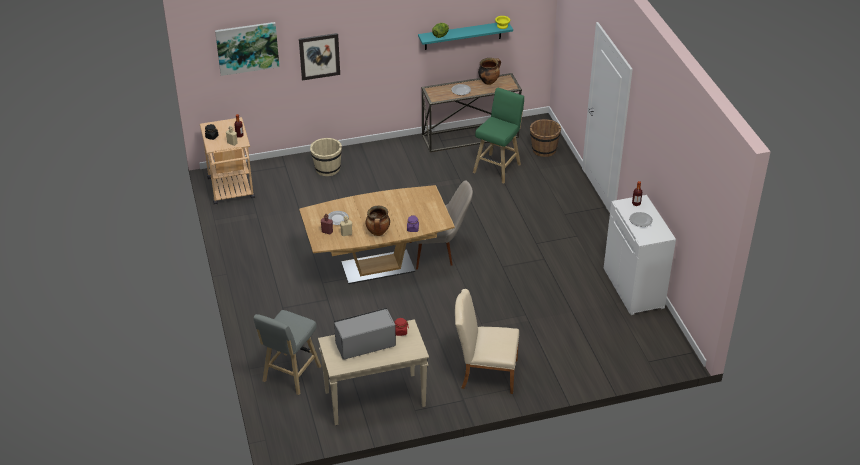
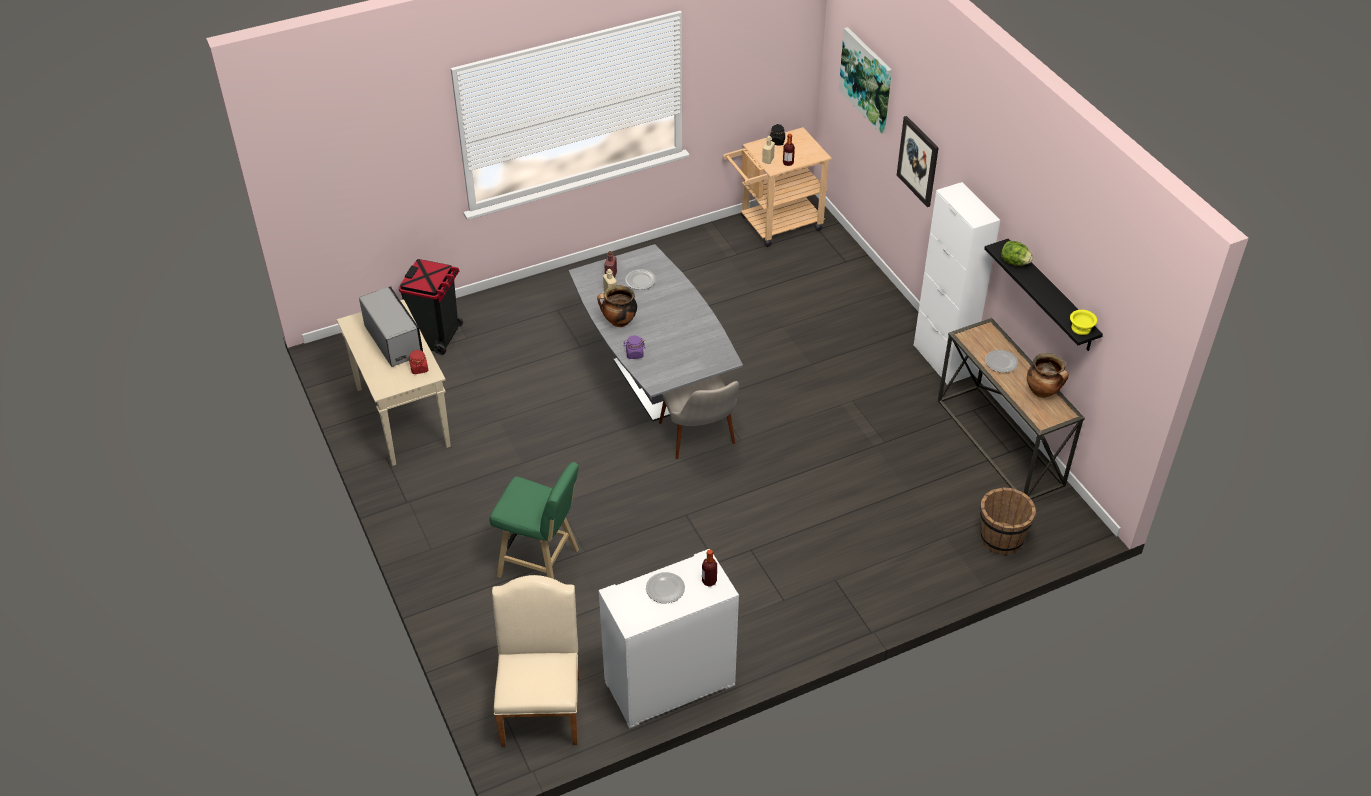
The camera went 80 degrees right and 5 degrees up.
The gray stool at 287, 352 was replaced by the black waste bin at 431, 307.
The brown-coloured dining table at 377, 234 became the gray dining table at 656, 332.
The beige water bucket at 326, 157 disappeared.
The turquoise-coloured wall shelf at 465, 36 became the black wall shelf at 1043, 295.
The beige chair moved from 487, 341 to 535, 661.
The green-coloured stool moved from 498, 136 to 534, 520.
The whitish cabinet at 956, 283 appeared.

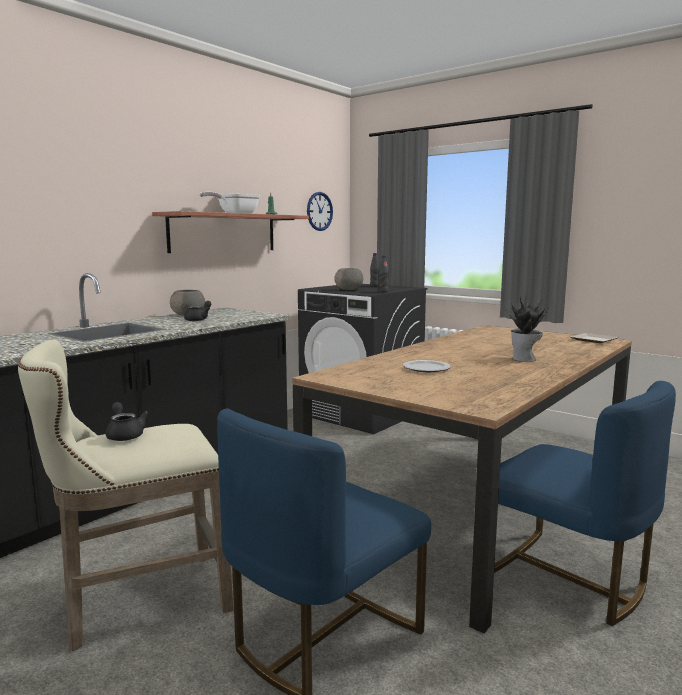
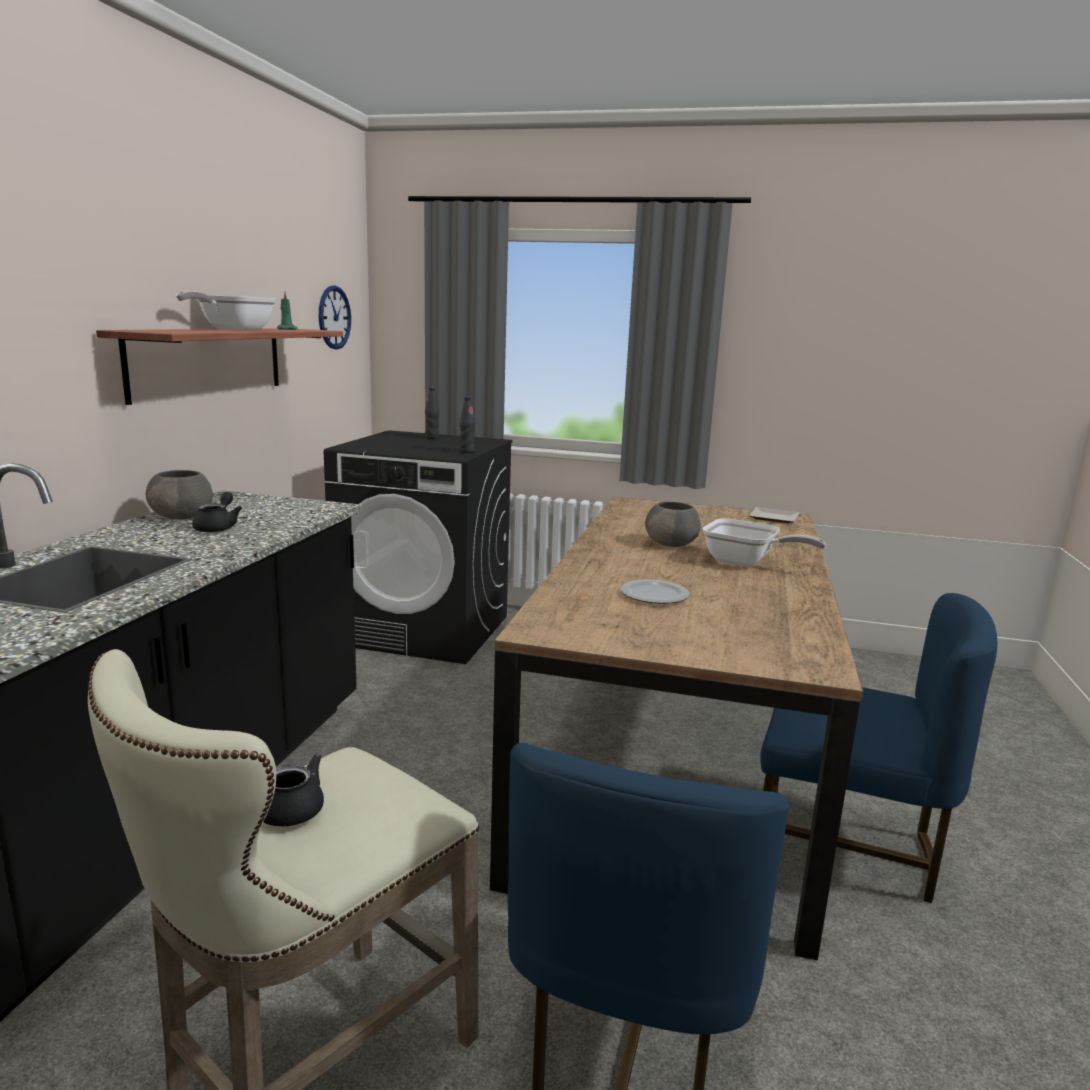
The camera went 25 degrees left and 5 degrees up.
The gray serving bowl moved from 348, 279 to 673, 524.
The plant in a pot at 527, 329 was replaced by the pan at 764, 542.

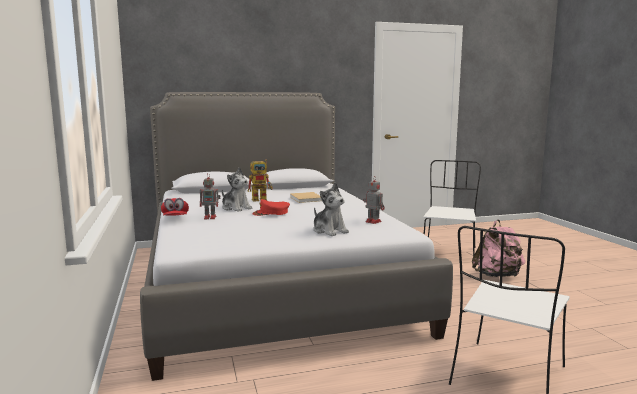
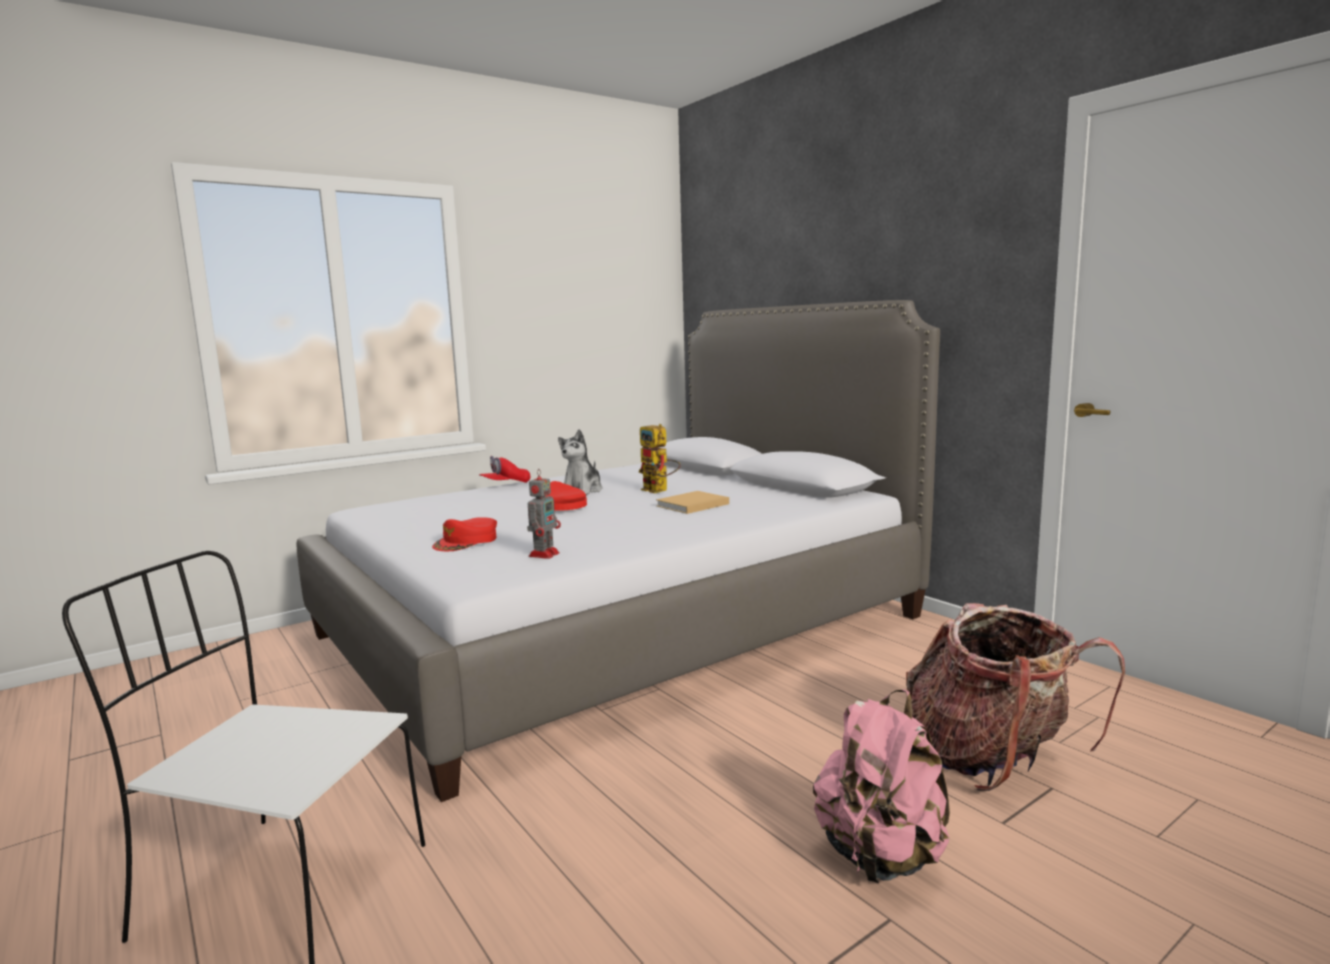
The camera went 70 degrees right and 0 degrees up.
The robot figure at 210, 196 disappeared.
The soft toy at 331, 209 was replaced by the red-coloured baseball cap at 464, 534.
The whitish chair at 452, 208 was replaced by the knapsack at 1015, 697.

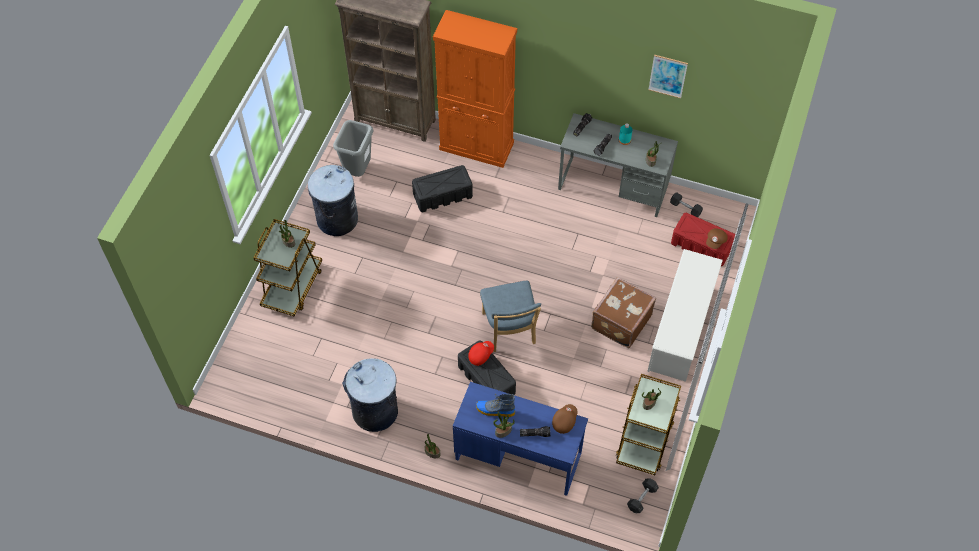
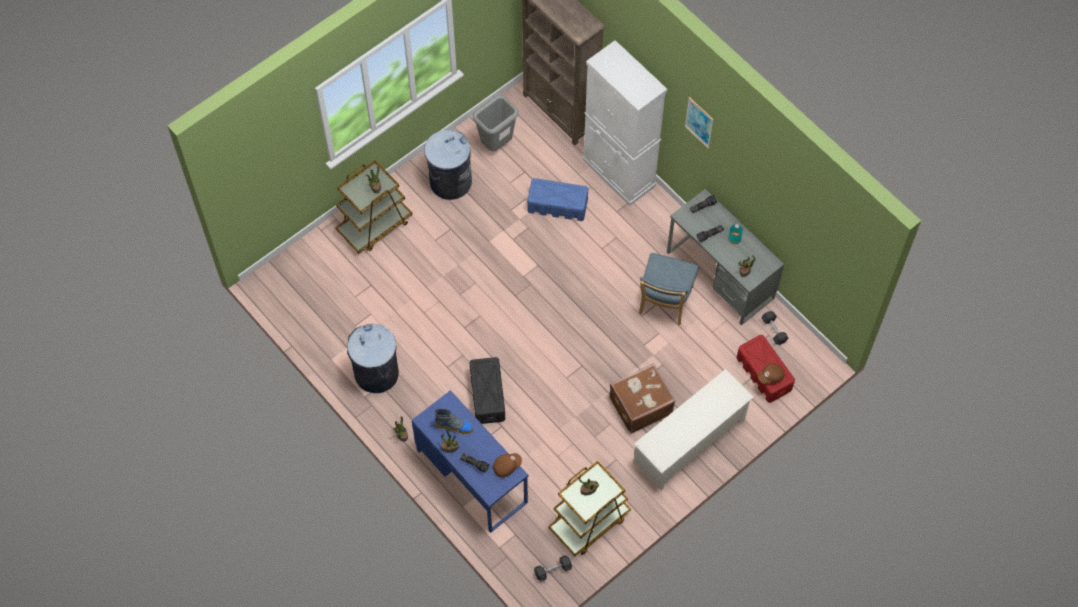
The camera went 30 degrees right and 5 degrees up.
The black storage box at 442, 188 became the blue storage box at 557, 199.
The orange cabinet at 475, 89 became the whitish cabinet at 624, 123.
The red-coloured baseball cap at 481, 353 disappeared.
The tall boot at 495, 405 turned 150 degrees clockwise.
The blue chair moved from 510, 316 to 669, 289.
The picture moved from 668, 77 to 699, 122.

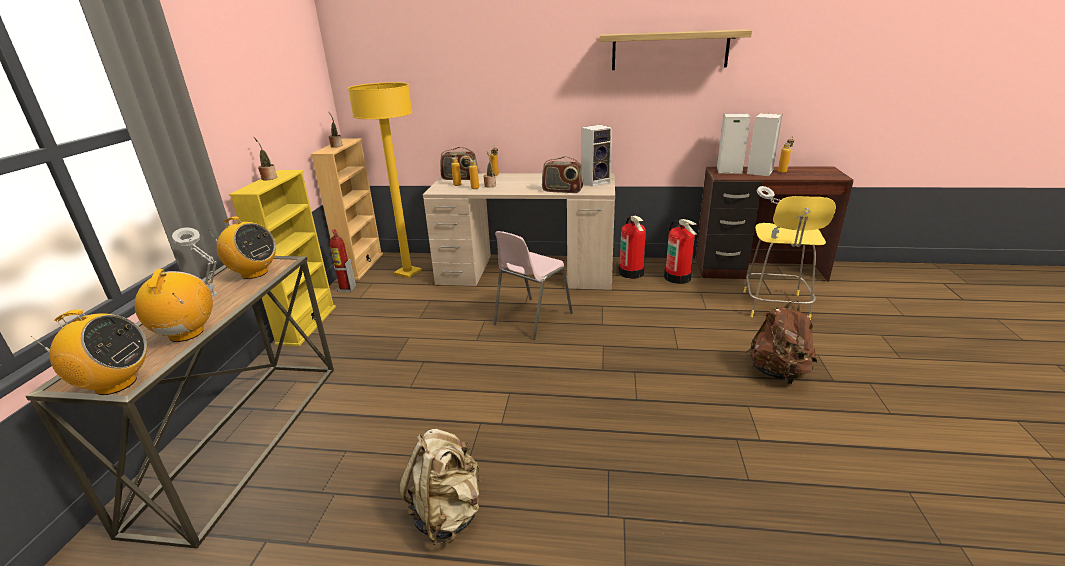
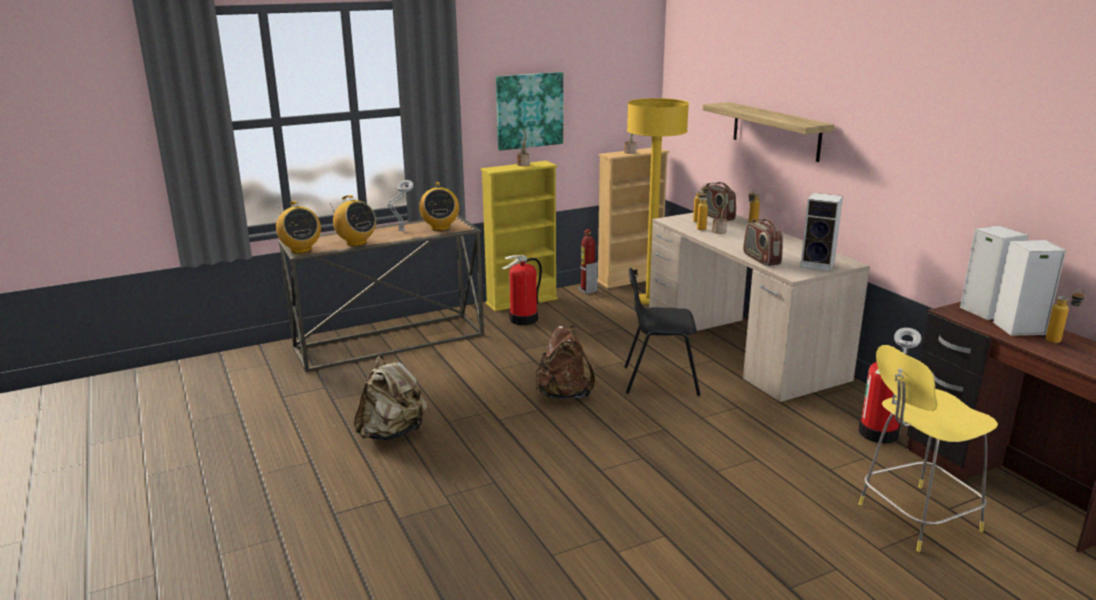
The camera went 55 degrees right and 5 degrees down.
The radio set at 173, 305 turned 90 degrees clockwise.
The pink-coloured chair at 533, 285 became the black chair at 662, 332.
The wall shelf moved from 676, 49 to 769, 132.
The fire extinguisher moved from 632, 247 to 521, 290.
The brown-coloured knapsack moved from 781, 342 to 565, 362.
The picture at 529, 111 appeared.

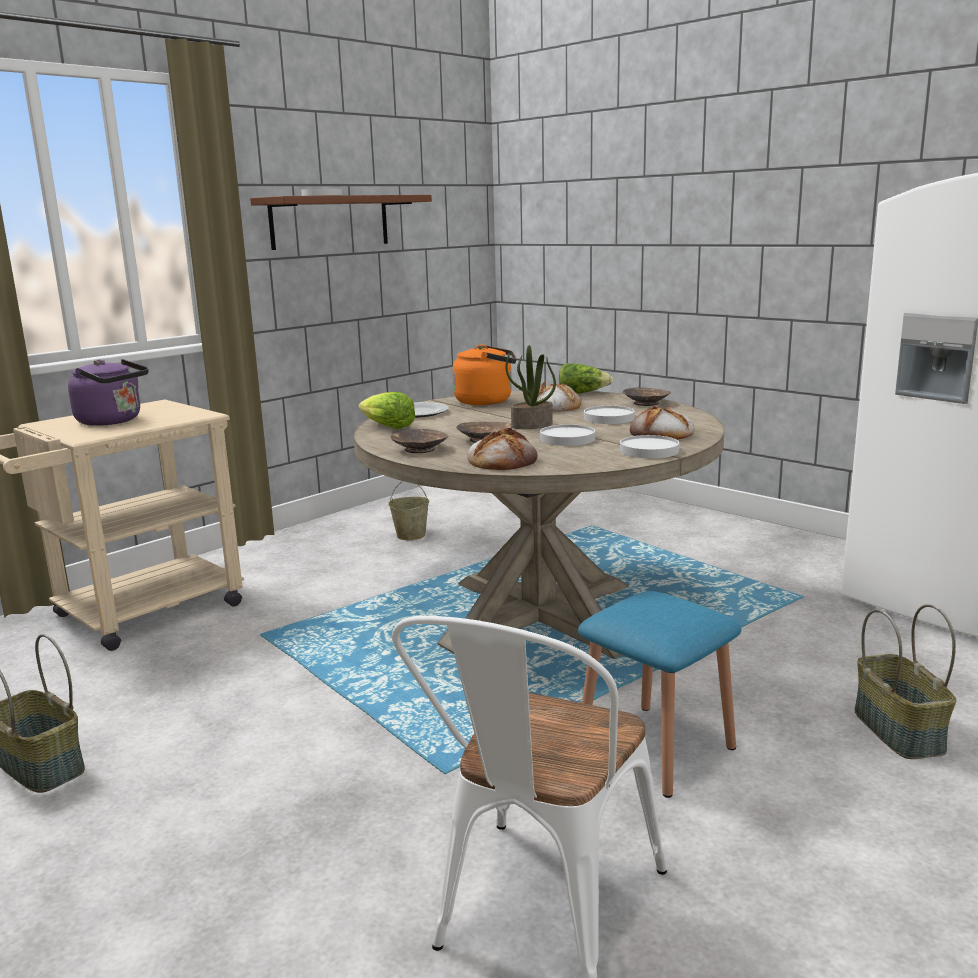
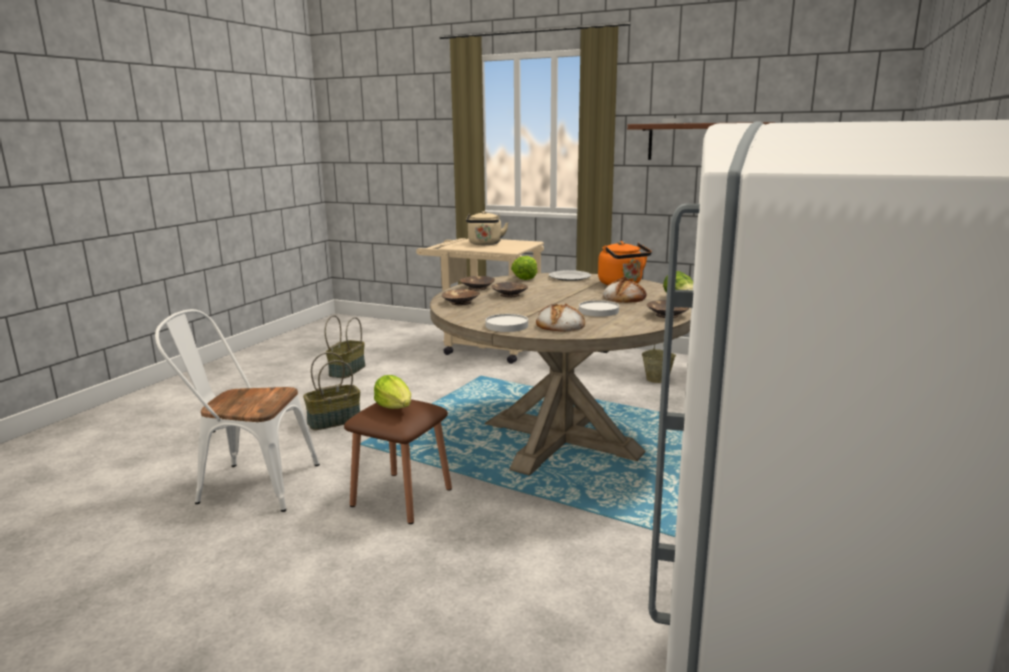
The camera went 70 degrees right and 0 degrees up.
The purple-coloured water kettle at 108, 392 became the beige water kettle at 487, 228.
The bread at 502, 449 was replaced by the brown-coloured serving bowl at 461, 297.
The plant in a pot at 530, 387 disappeared.
The whitish dinner plate at 567, 435 disappeared.
The blue stool at 660, 694 became the brown-coloured stool at 398, 461.
The basket moved from 905, 681 to 331, 391.
The lettuce at 392, 392 appeared.

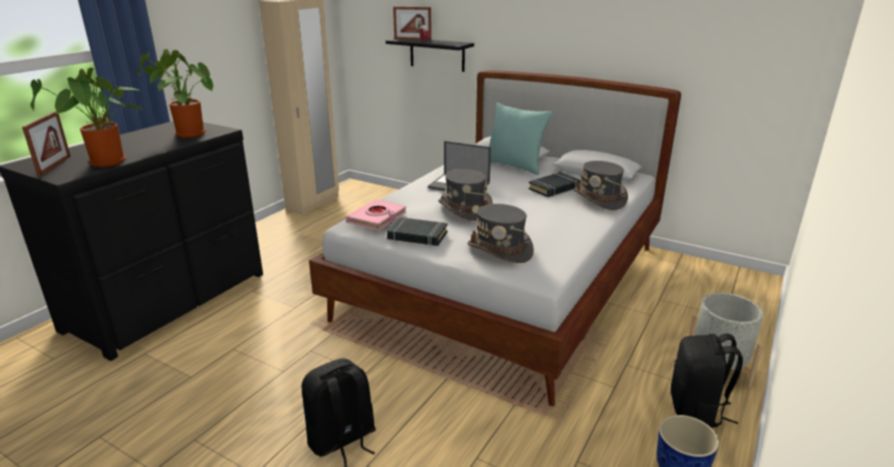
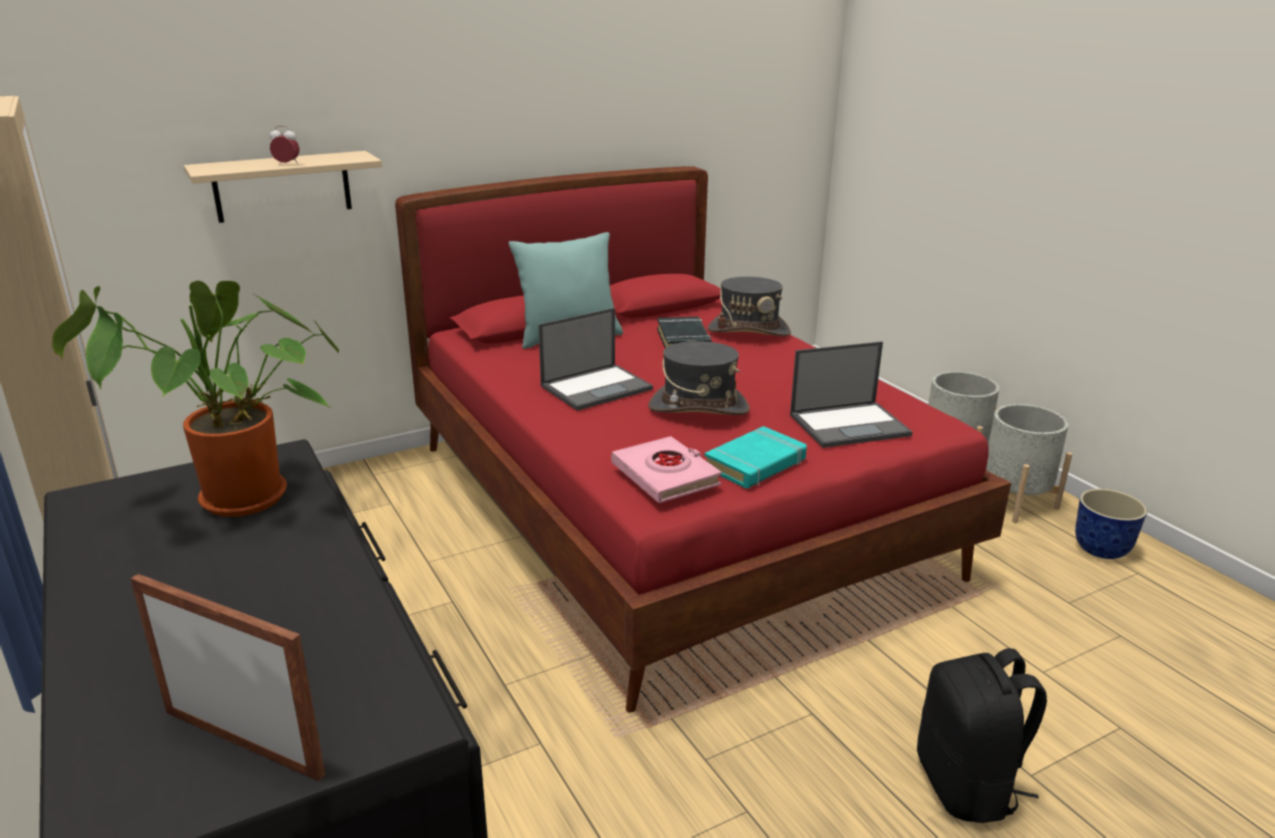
The camera went 60 degrees left and 0 degrees up.
The plant in a pot at 87, 117 disappeared.
The whitish bed at 495, 238 became the red-coloured bed at 703, 439.
The black wall shelf at 430, 55 became the beige wall shelf at 283, 187.
The black volume at 417, 231 became the turquoise-coloured volume at 755, 457.
The standing frame at 412, 23 disappeared.
The gray hat at 500, 233 was replaced by the notebook computer at 851, 394.
The black knapsack at 707, 380 was replaced by the gray planter at 1029, 463.

